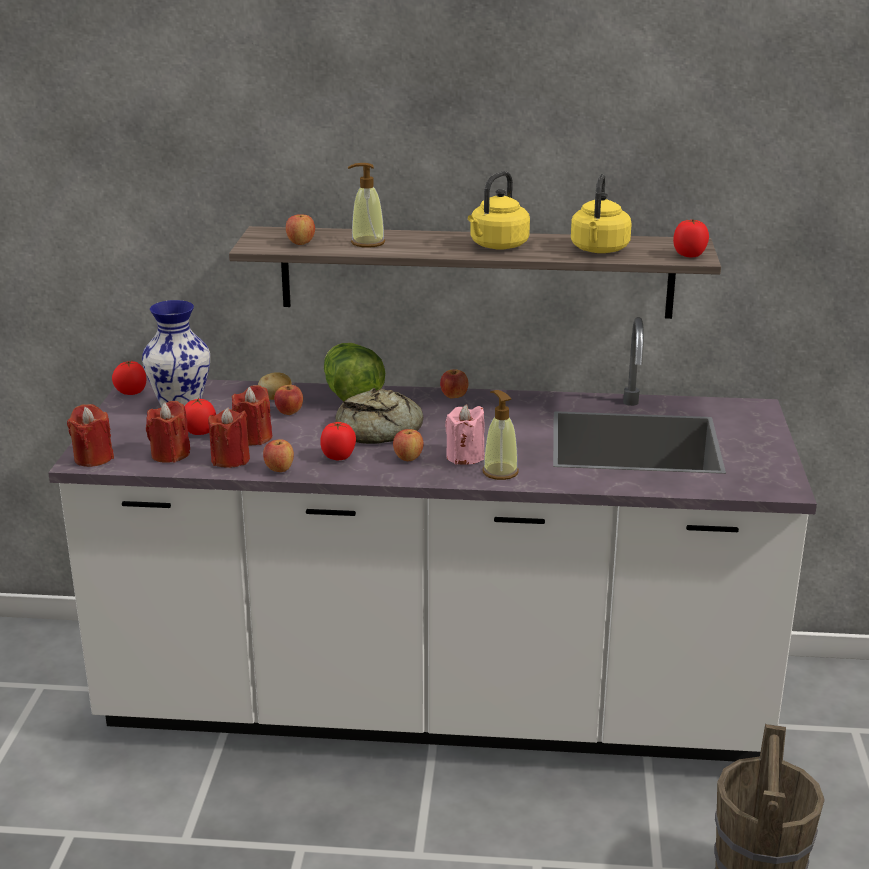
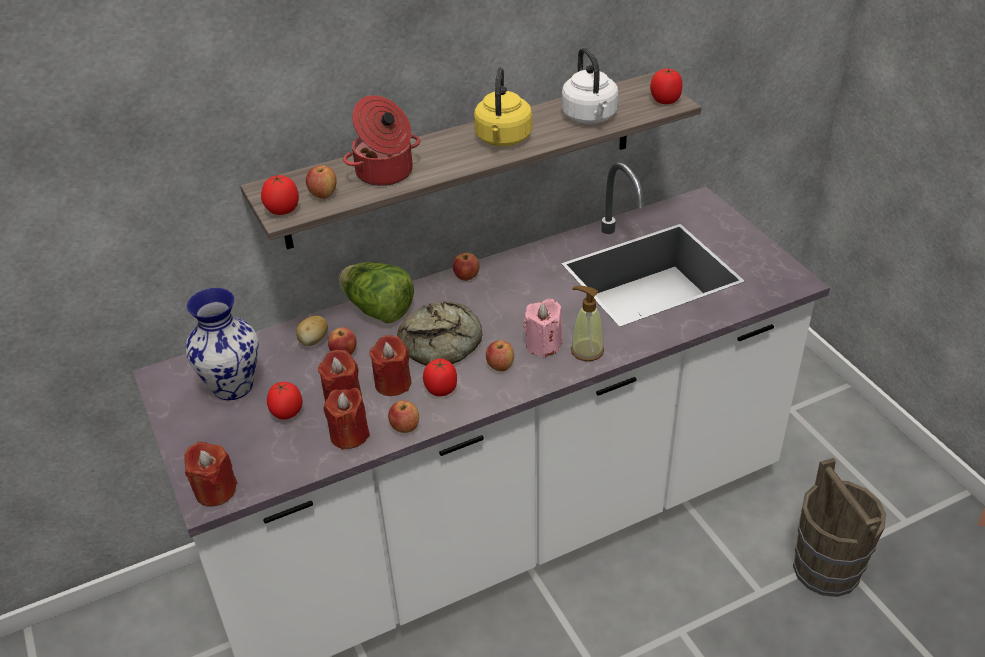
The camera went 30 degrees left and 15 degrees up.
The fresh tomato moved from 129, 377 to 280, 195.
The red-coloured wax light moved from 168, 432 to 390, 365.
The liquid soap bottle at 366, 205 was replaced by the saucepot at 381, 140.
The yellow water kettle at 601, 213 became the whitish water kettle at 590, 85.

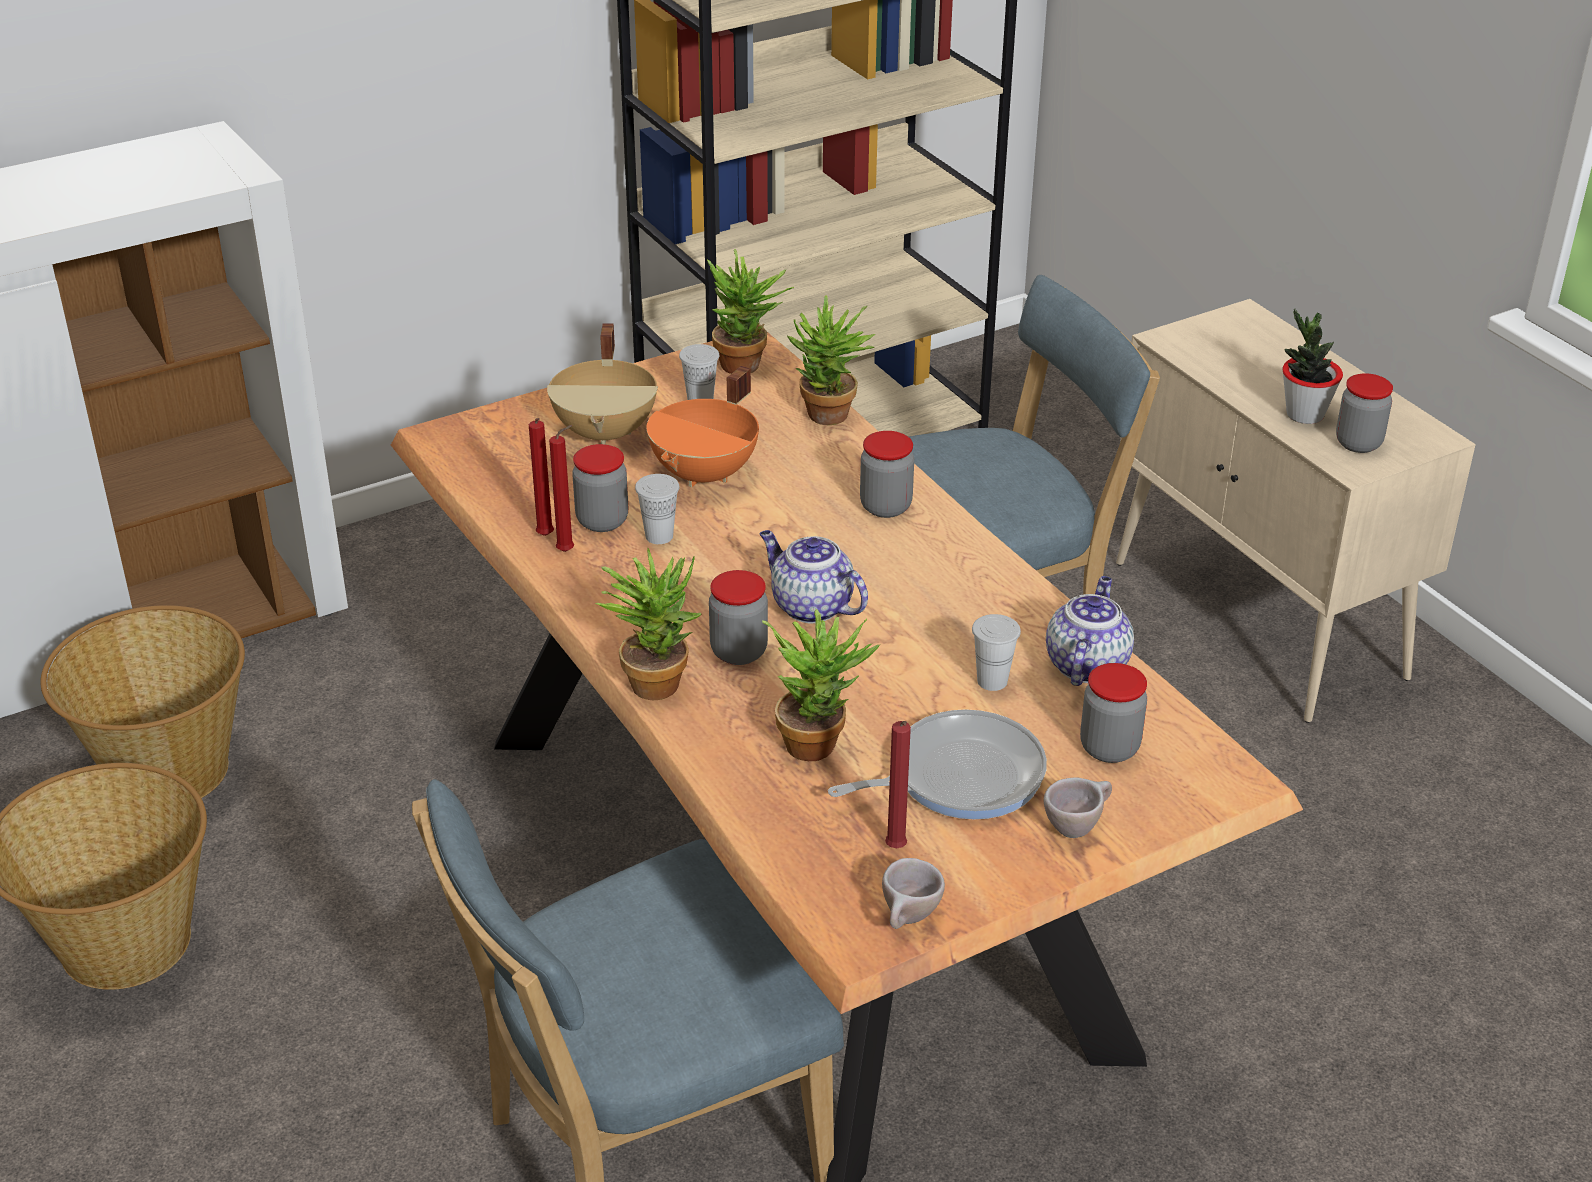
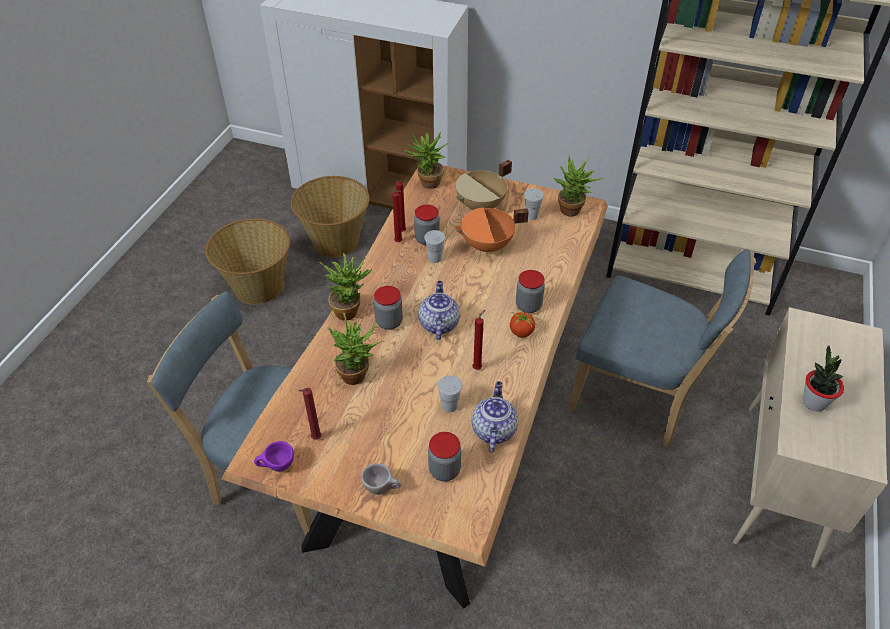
The camera went 50 degrees right and 10 degrees up.
The plant in a pot moved from 831, 360 to 427, 160.
The pan at 937, 764 disappeared.
The beige small cup at 913, 893 became the purple-coloured small cup at 274, 456.
The pot for tea at 1090, 631 turned 60 degrees counterclockwise.
The storage jar at 1364, 413 disappeared.
The red-coloured wax light at 478, 340 appeared.
The fresh tomato at 522, 321 appeared.

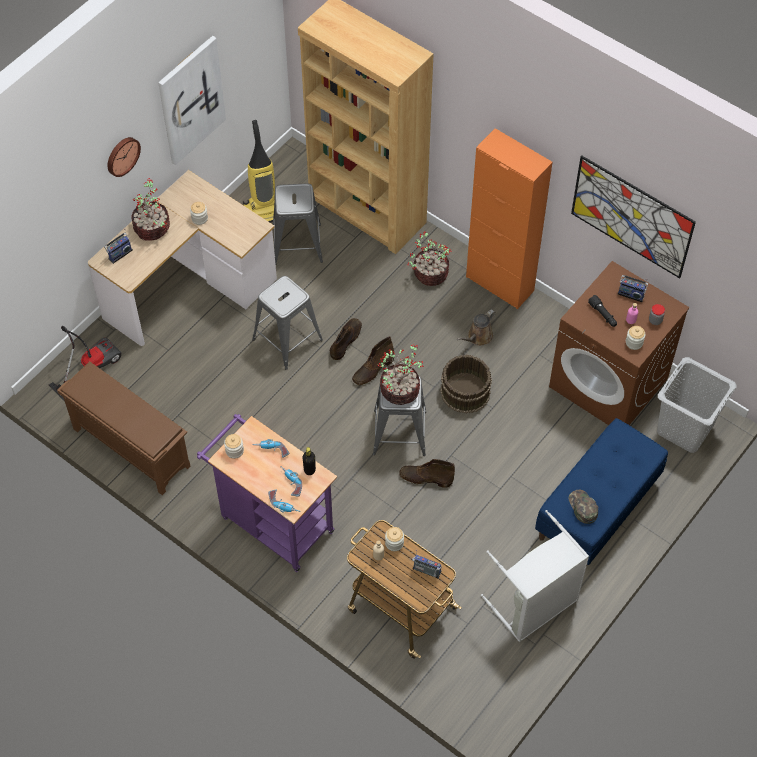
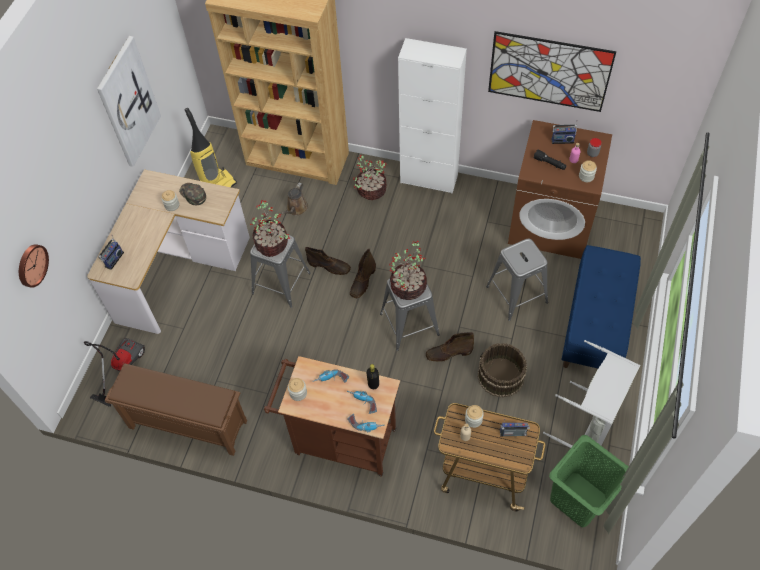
The camera went 20 degrees left and 0 degrees up.
The hanging clock moved from 124, 157 to 34, 266.
The plant in a pot moved from 150, 209 to 270, 228.
The purple-coloured wheeled cart at 267, 493 became the brown-coloured wheeled cart at 332, 416.
The gray stool moved from 298, 224 to 517, 279.
The brown-coloured tall boot at 346, 339 turned 105 degrees clockwise.
The brown-coloured water bucket moved from 466, 384 to 502, 370.
The brown-coloured watering pot moved from 476, 327 to 294, 199.
The orange cabinet at 509, 218 became the whitish cabinet at 432, 115.
The green-coloured baseball cap moved from 583, 507 to 192, 194.
The gray washing basket at 697, 405 disappeared.
The green-coloured washing basket at 588, 481 appeared.

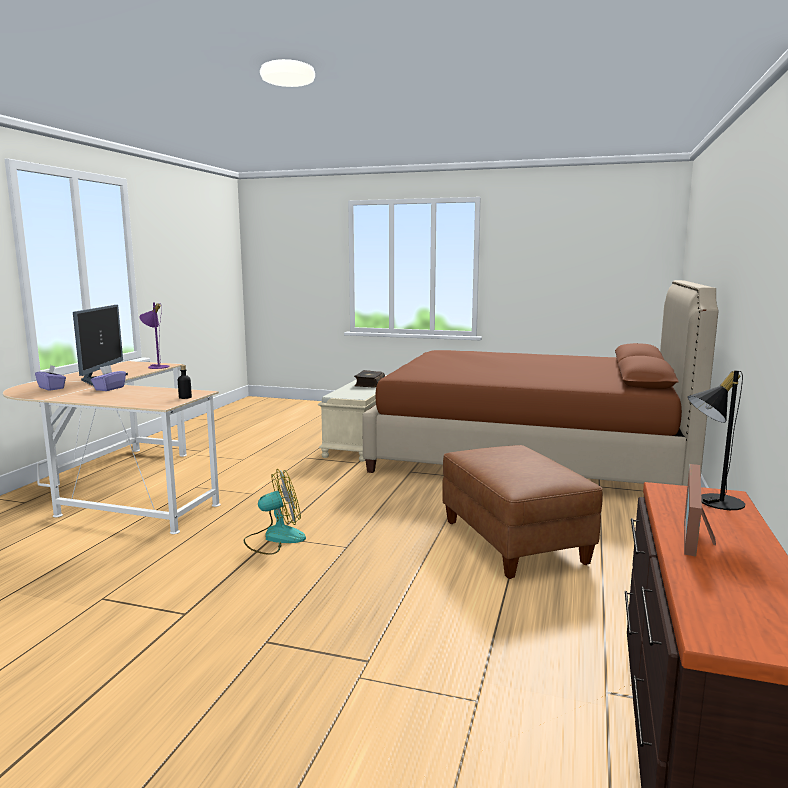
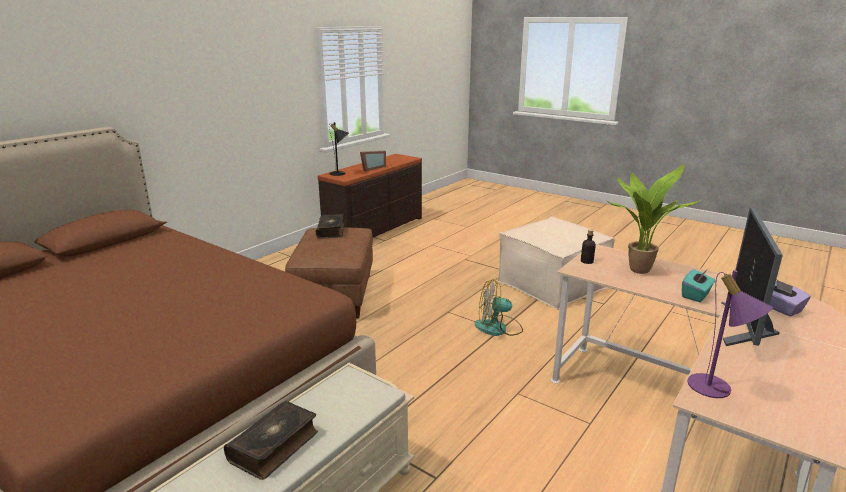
The camera went 160 degrees left and 10 degrees up.
The purple-coloured tissue box at 108, 378 became the turquoise-coloured tissue box at 698, 285.
The volume at 330, 226 appeared.
The beige pouffe at 556, 263 appeared.
The plant in a pot at 653, 219 appeared.

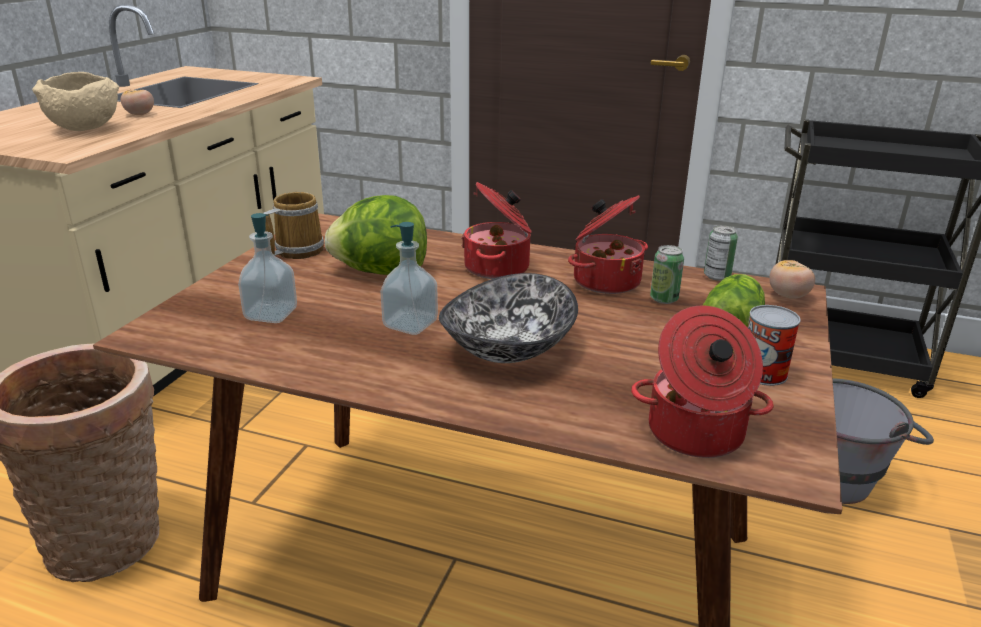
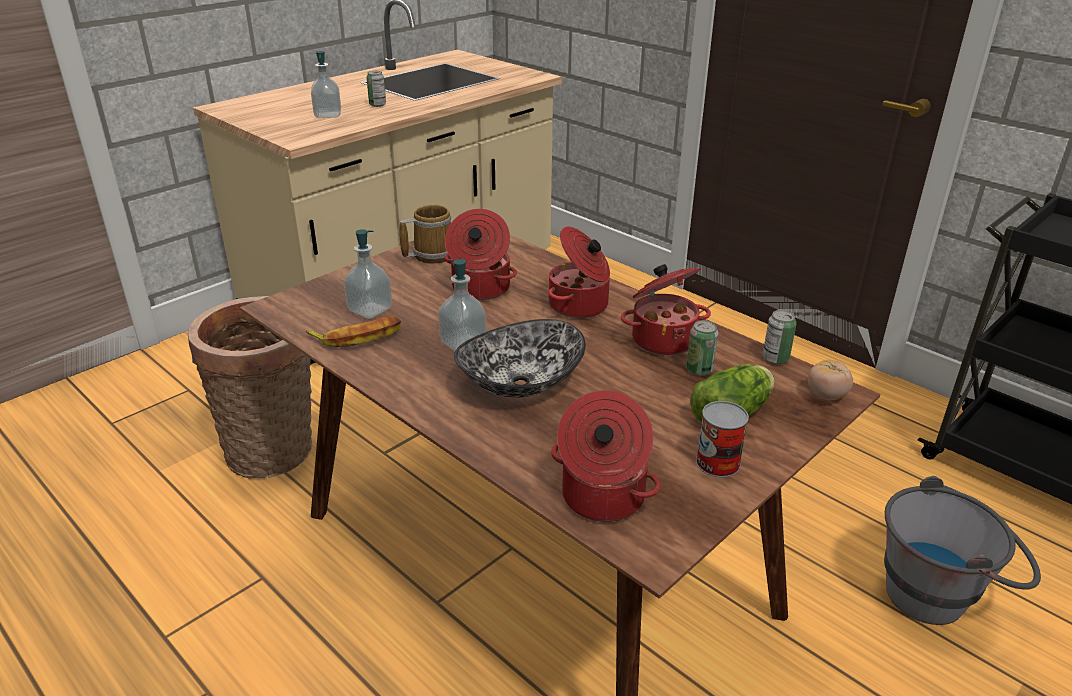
The camera went 25 degrees right and 5 degrees up.
The beige serving bowl at 75, 101 was replaced by the liquid soap bottle at 326, 84.
The fresh tomato at 137, 102 was replaced by the sealed can at 376, 89.
The lettuce at 376, 235 was replaced by the saucepot at 481, 254.
The whole banana at 353, 331 appeared.

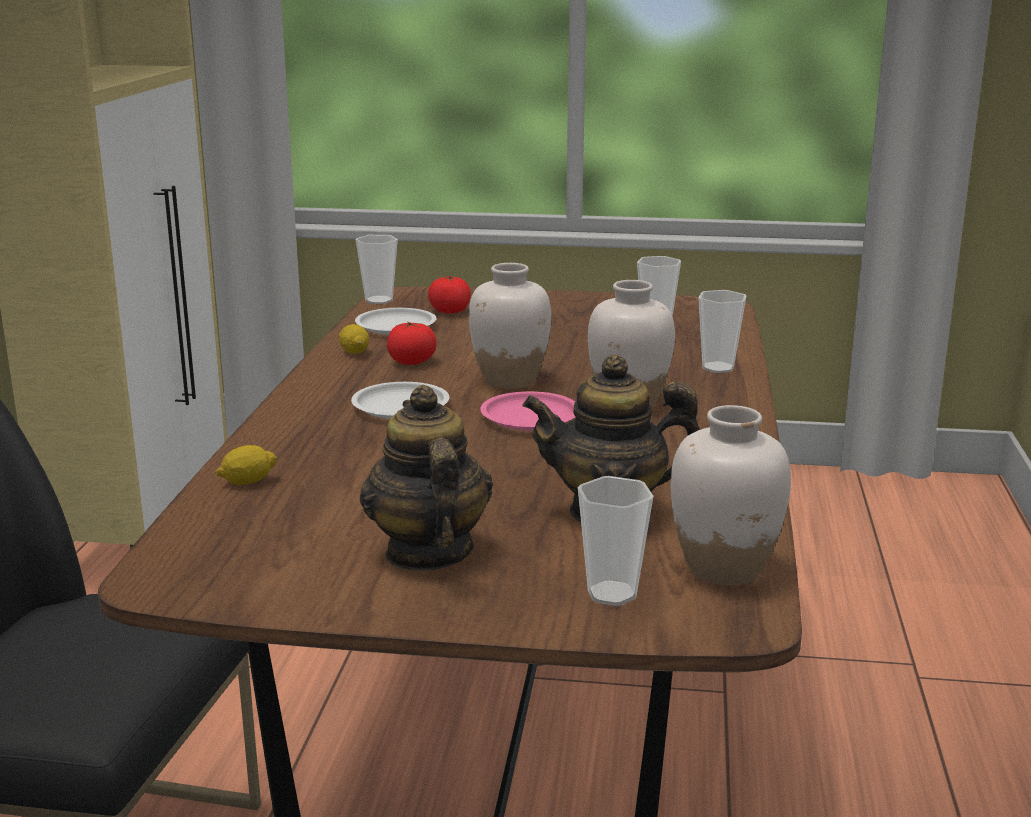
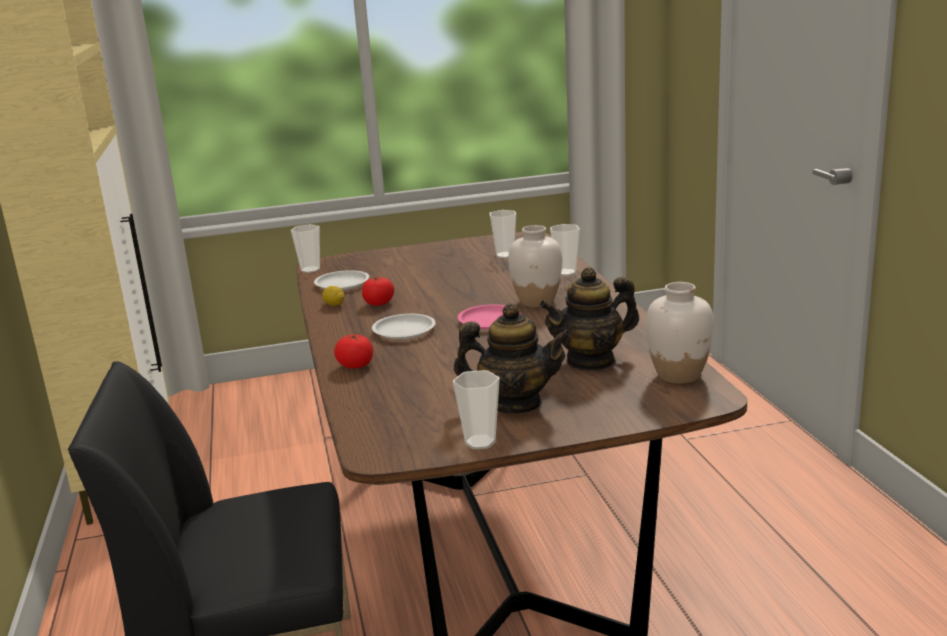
The camera went 20 degrees left and 0 degrees up.
The citrus fruit at 246, 465 disappeared.
The pot for tea at 426, 478 turned 135 degrees clockwise.
The fresh tomato moved from 449, 295 to 353, 351.
The whitish vase at 510, 326 disappeared.
The small cup moved from 615, 541 to 476, 410.

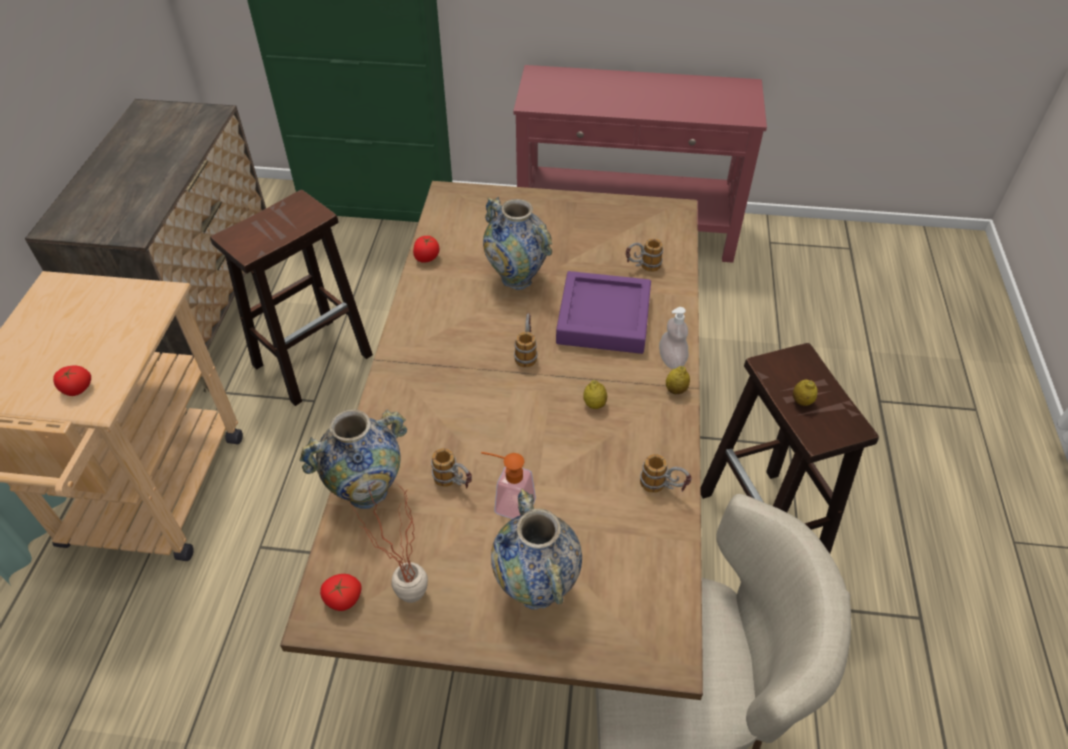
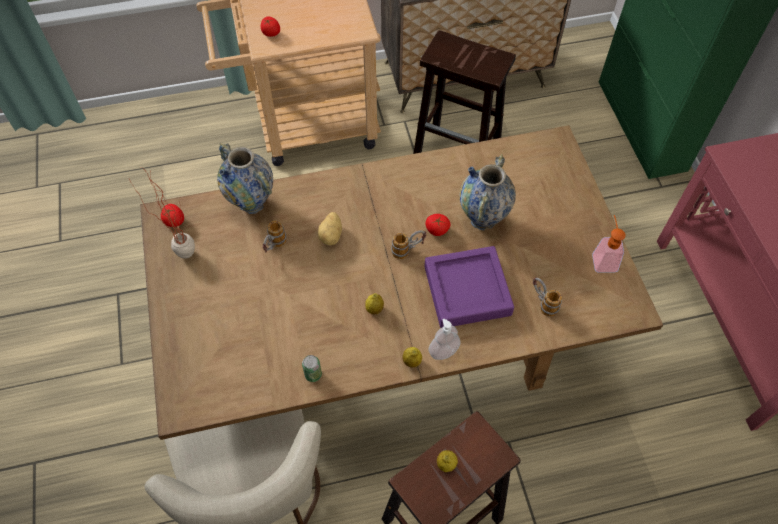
The camera went 70 degrees right and 10 degrees up.
The fresh tomato moved from 426, 249 to 438, 225.
The liquid soap bottle moved from 508, 485 to 609, 244.
The vase at 536, 549 disappeared.
The mug at 666, 473 was replaced by the sealed can at 312, 368.
The whole potato at 330, 229 appeared.

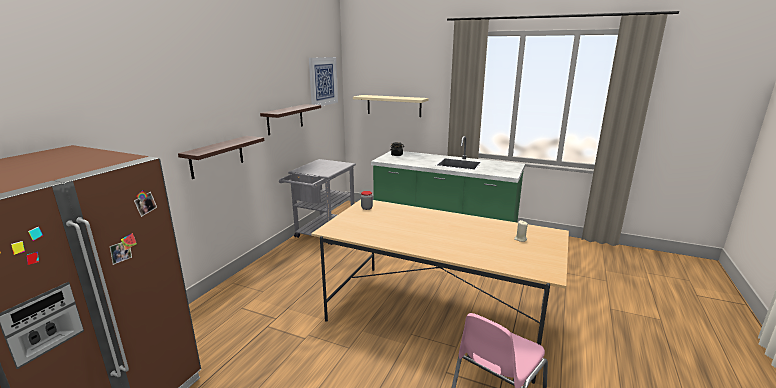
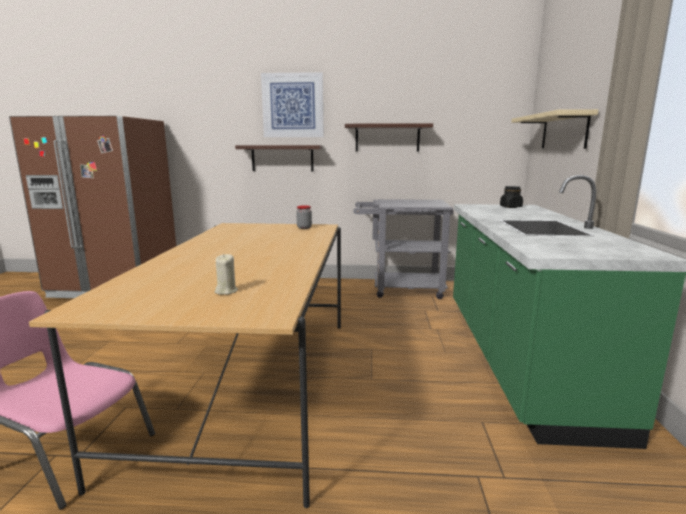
The camera went 70 degrees right and 5 degrees down.
The picture moved from 323, 81 to 292, 104.

